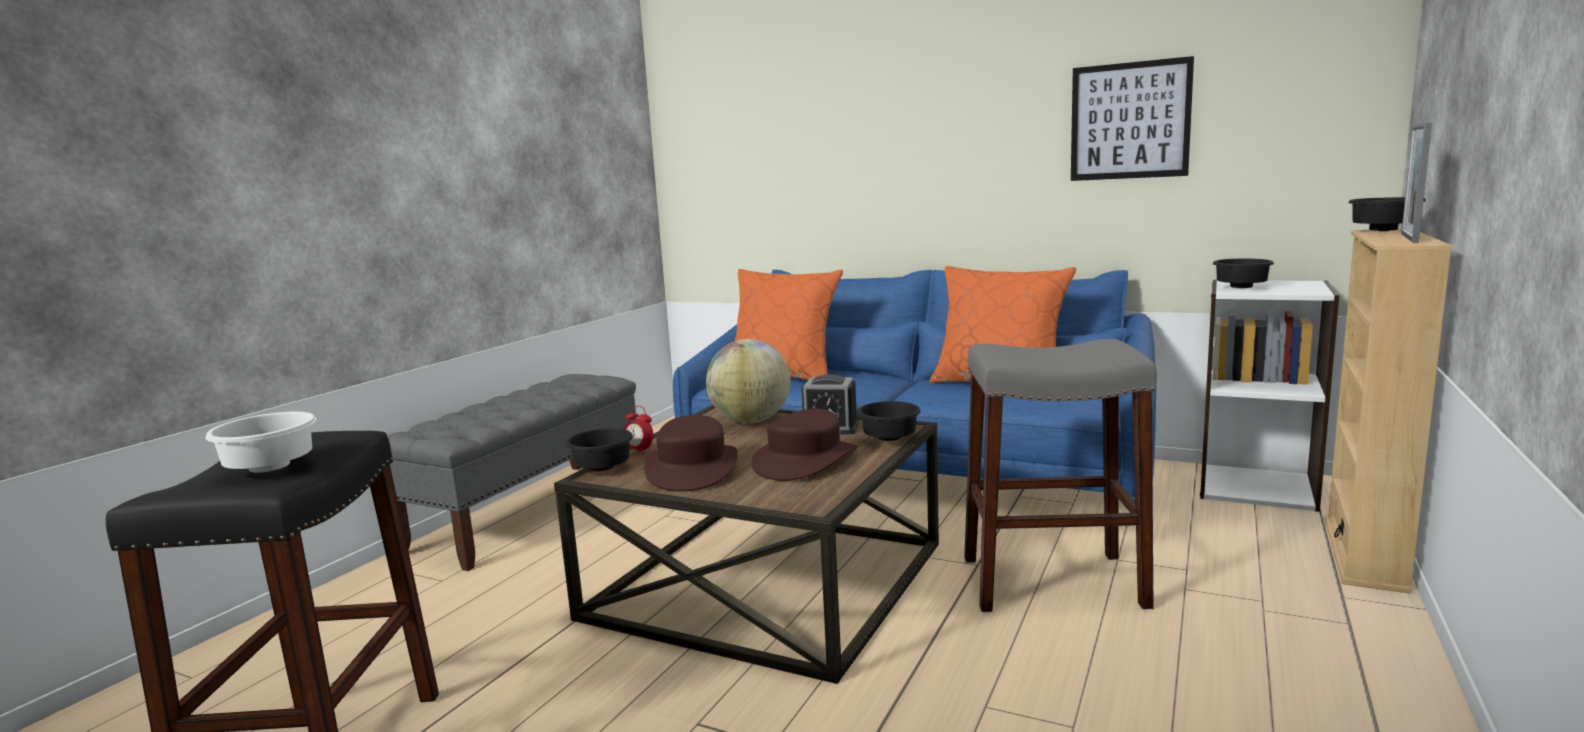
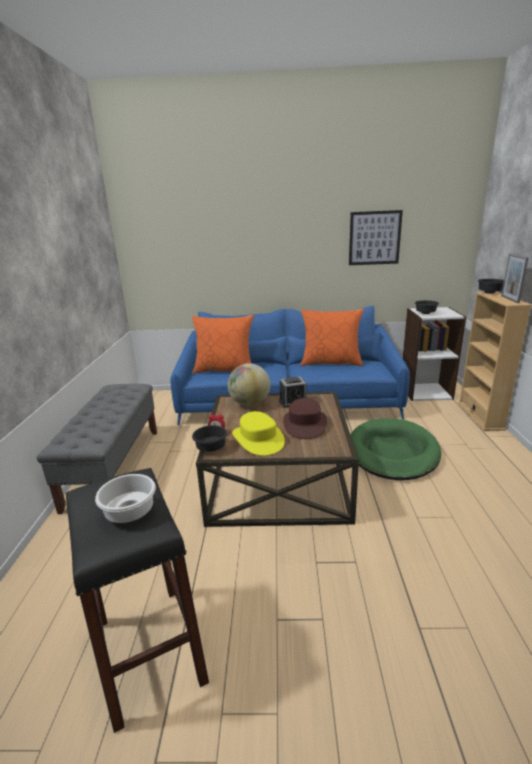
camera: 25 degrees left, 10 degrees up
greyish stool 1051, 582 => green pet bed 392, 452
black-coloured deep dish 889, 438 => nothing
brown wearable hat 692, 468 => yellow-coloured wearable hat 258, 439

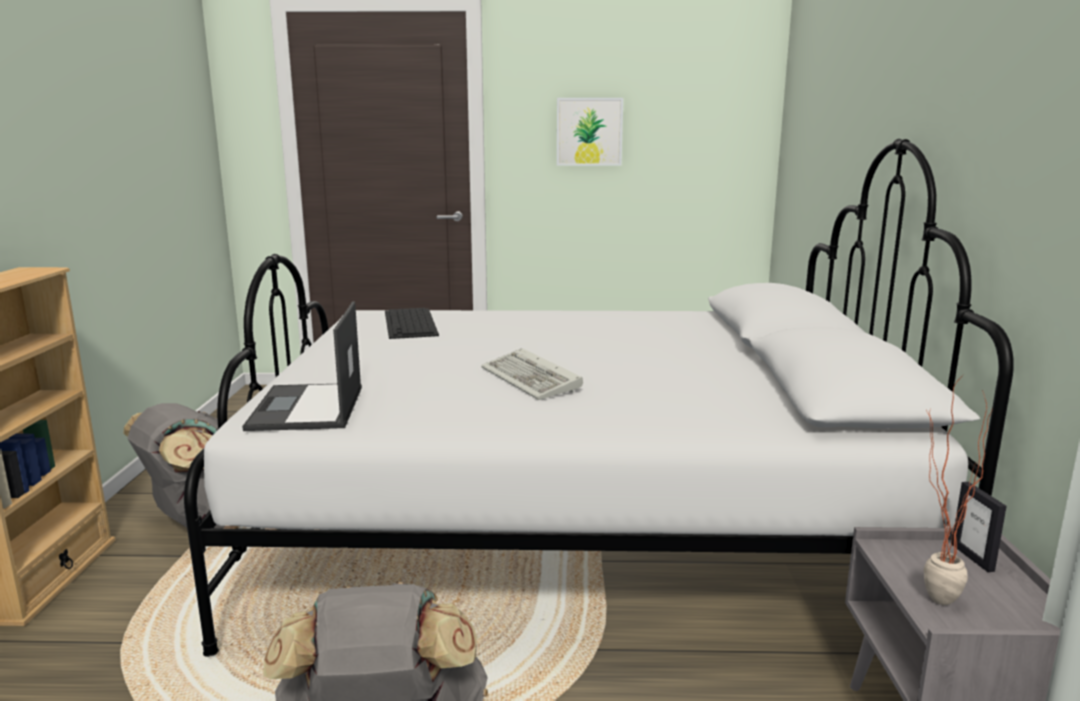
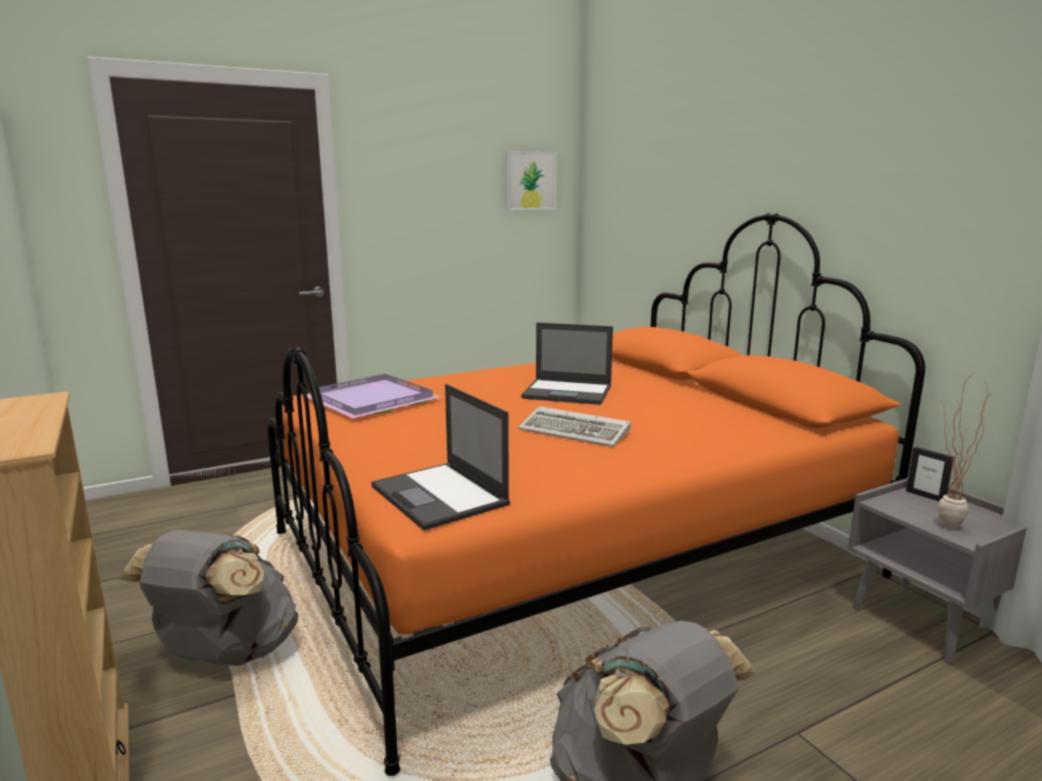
camera: 30 degrees left, 0 degrees up
wall picture 589, 132 => wall picture 530, 181, moved
white bed 573, 527 => orange-coloured bed 567, 555
PC keyboard 410, 323 => purplish tray 374, 400
nothing => notebook computer 568, 392

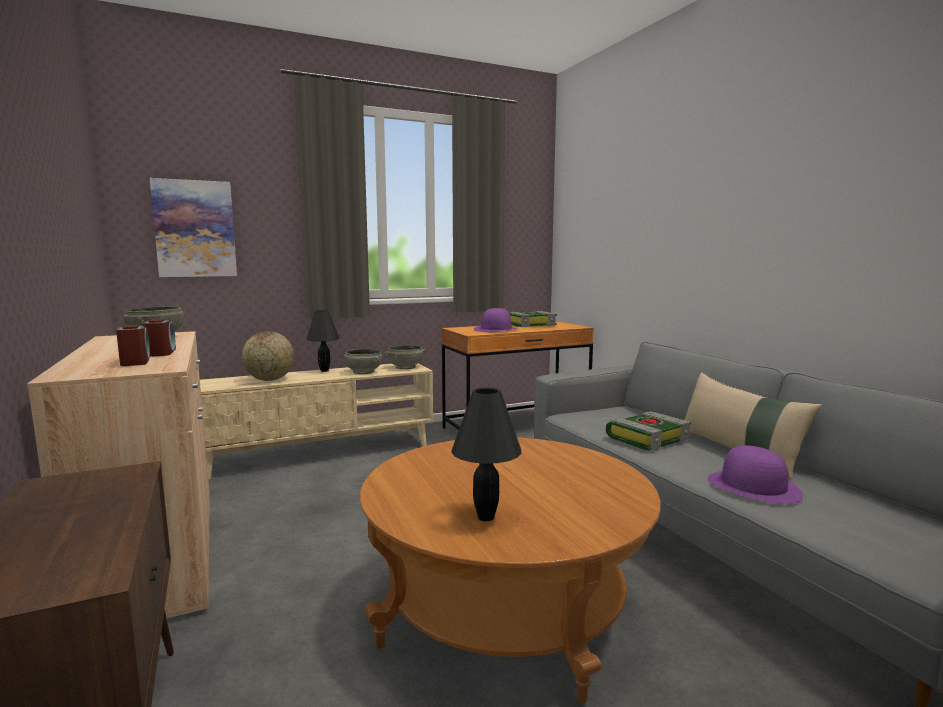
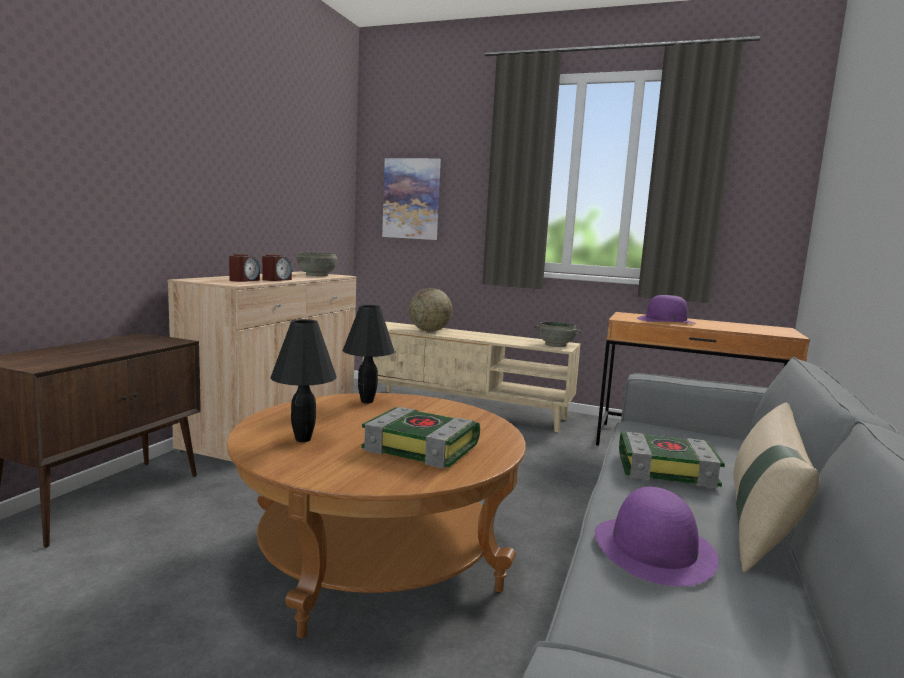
camera: 45 degrees right, 0 degrees up
black-coloured tabletop lamp 325, 371 => black-coloured tabletop lamp 367, 401, moved
volume 530, 325 => volume 423, 448, moved
greyish deep dish 363, 372 => nothing

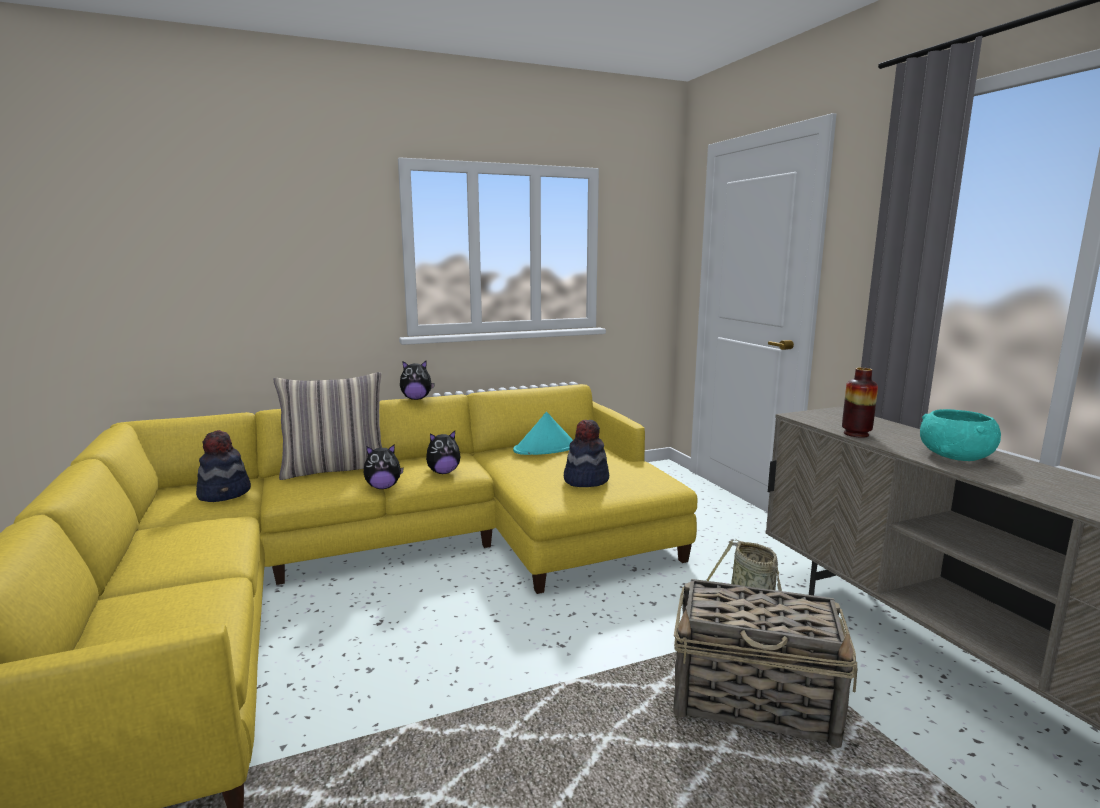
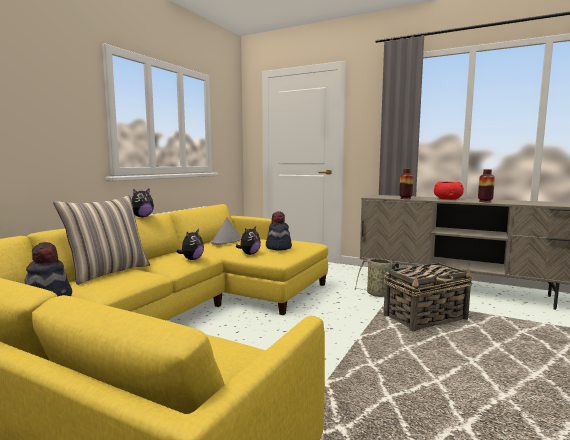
camera: 40 degrees left, 5 degrees down
turquoise deep dish 955, 456 => red deep dish 448, 199
turquoise wearable hat 545, 449 => greyish wearable hat 227, 241
plush toy 383, 487 => plush toy 249, 254, moved
nothing => flower vase 485, 201

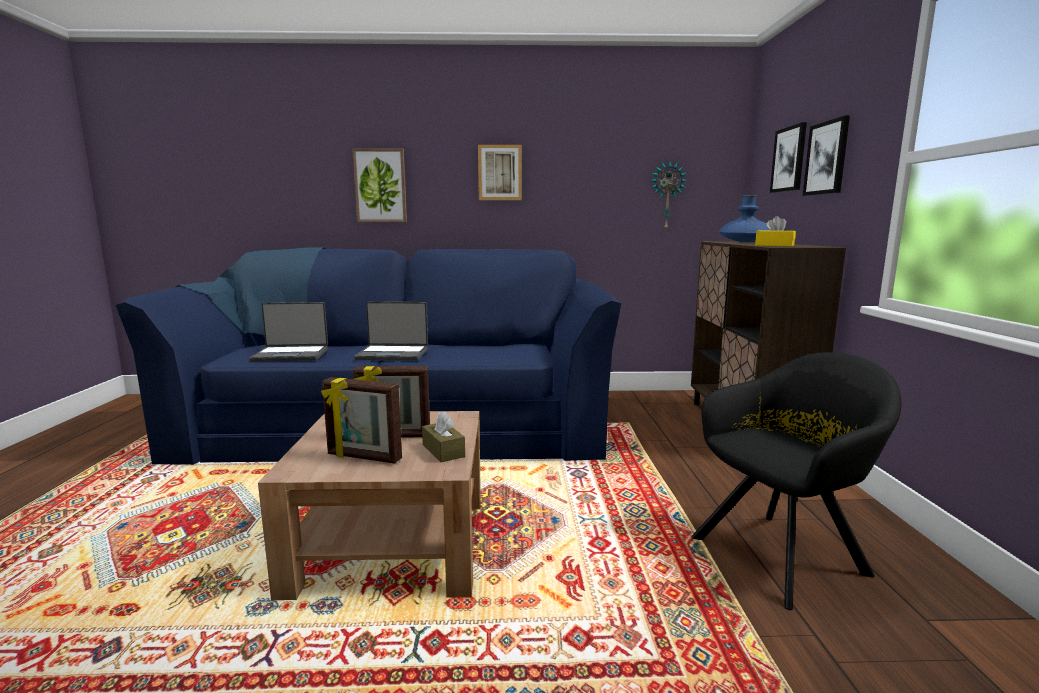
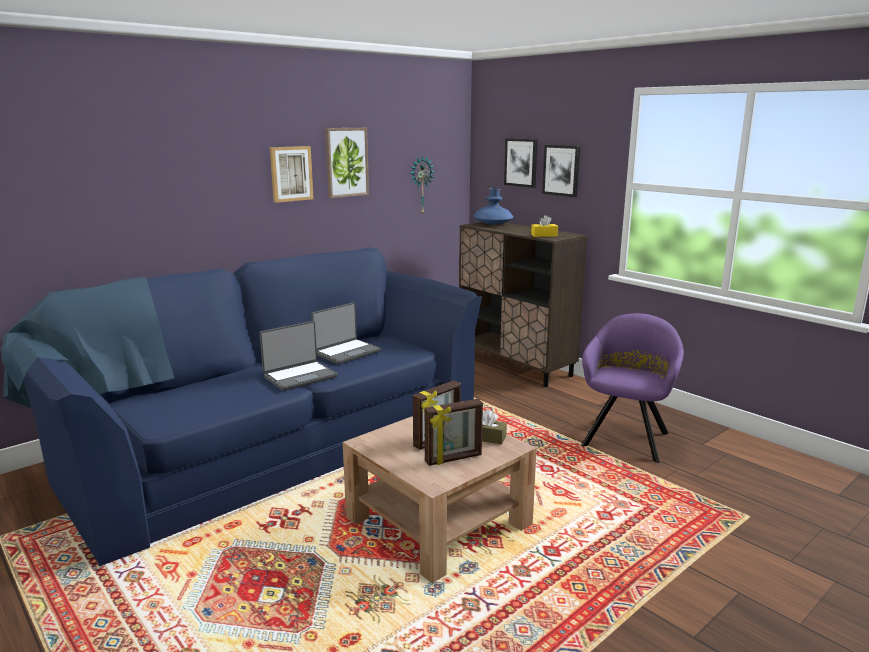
camera: 40 degrees left, 5 degrees up
wall picture 380, 185 => wall picture 346, 162, moved
notebook computer 291, 355 => notebook computer 347, 352, moved
black-coloured easy chair 785, 553 => purplish easy chair 627, 437

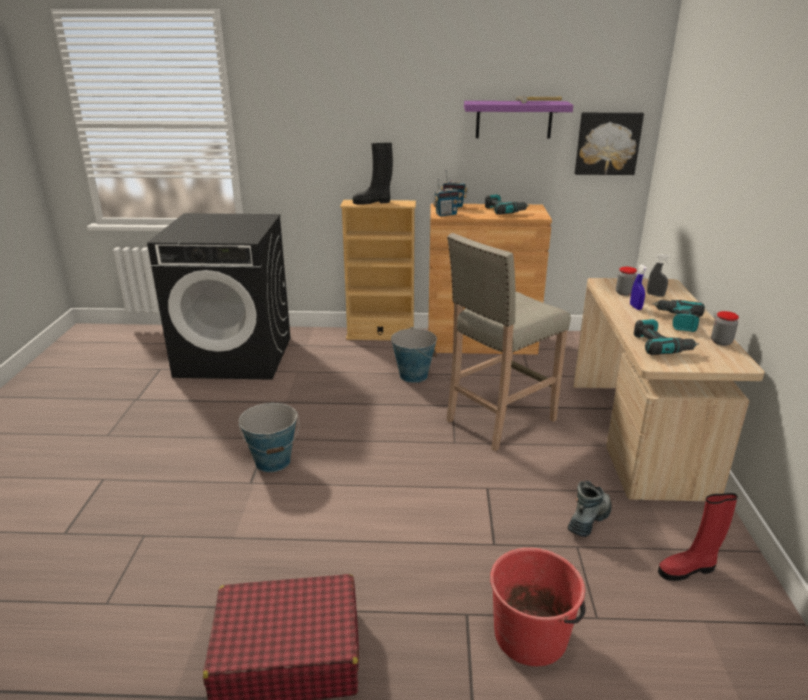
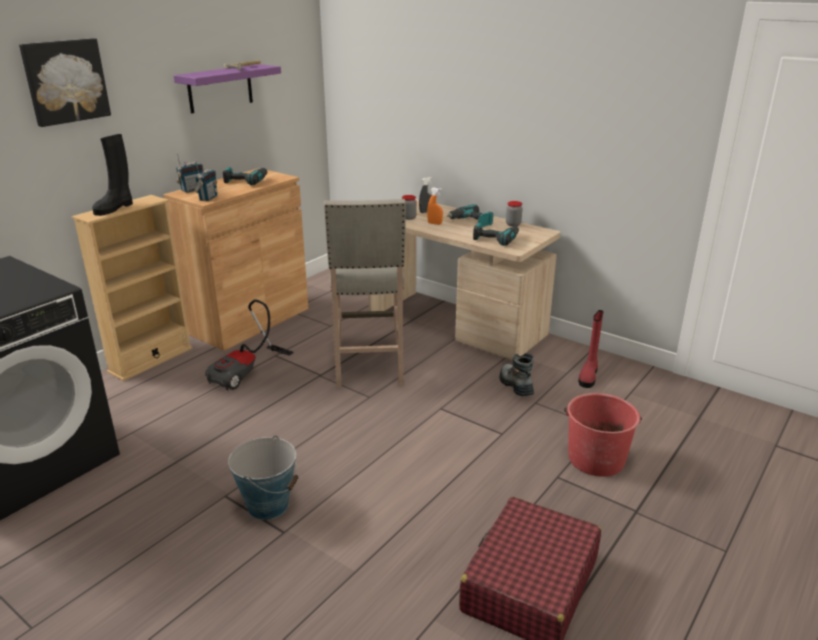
camera: 55 degrees left, 0 degrees up
wall picture 607, 143 => wall picture 65, 81, moved
bluish spray bottle 635, 307 => orange-coloured spray bottle 434, 223
water bucket 413, 375 => vacuum cleaner 247, 373

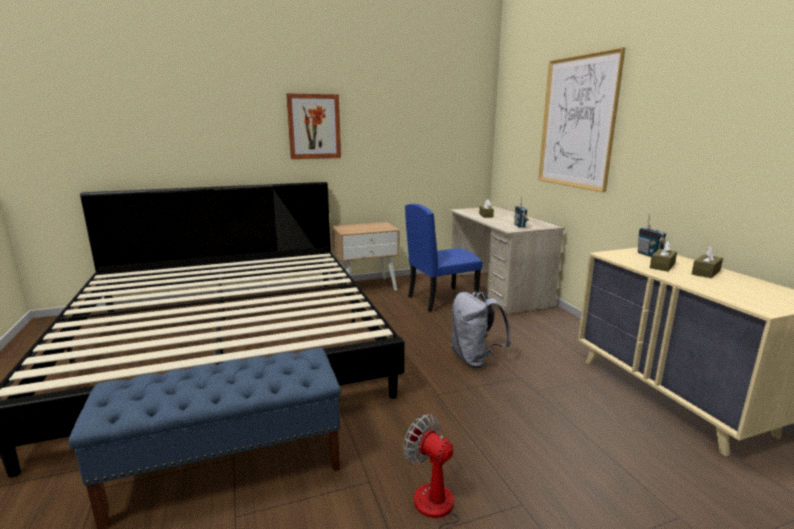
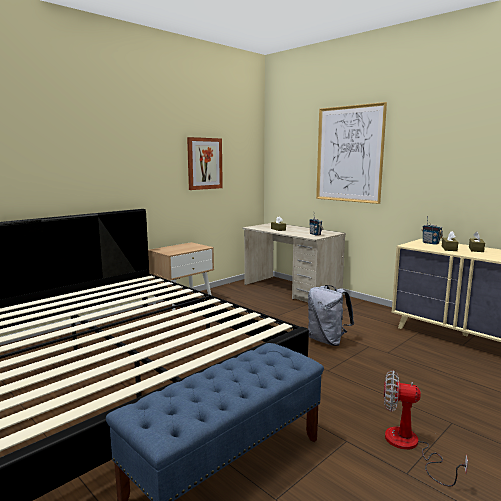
camera: 25 degrees left, 5 degrees down
wall picture 314, 126 => wall picture 204, 163, moved
bluish chair 441, 299 => nothing

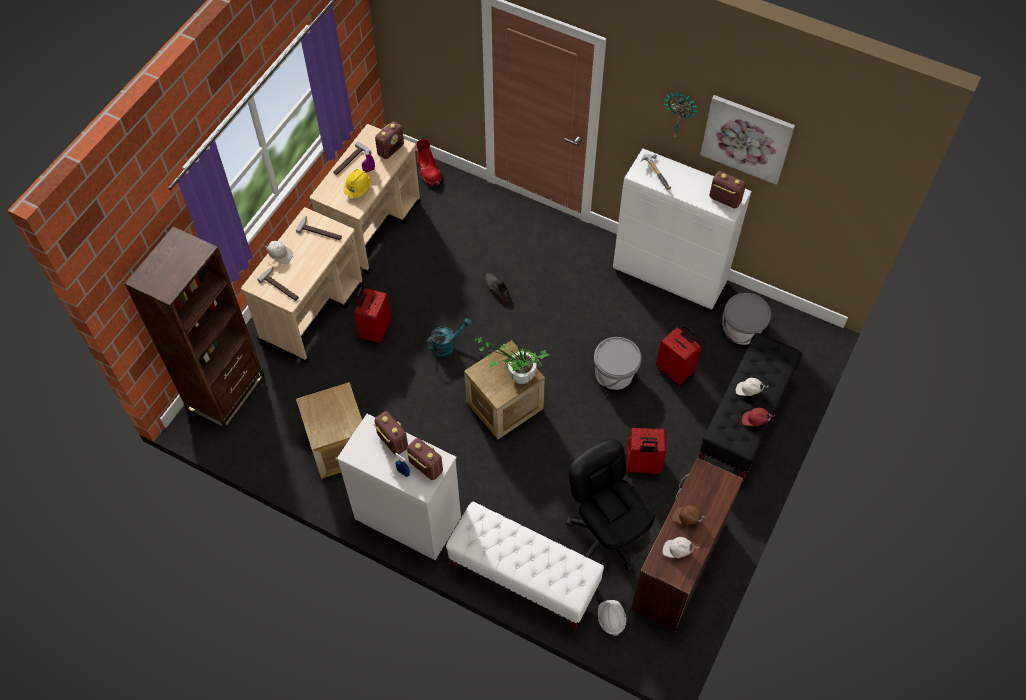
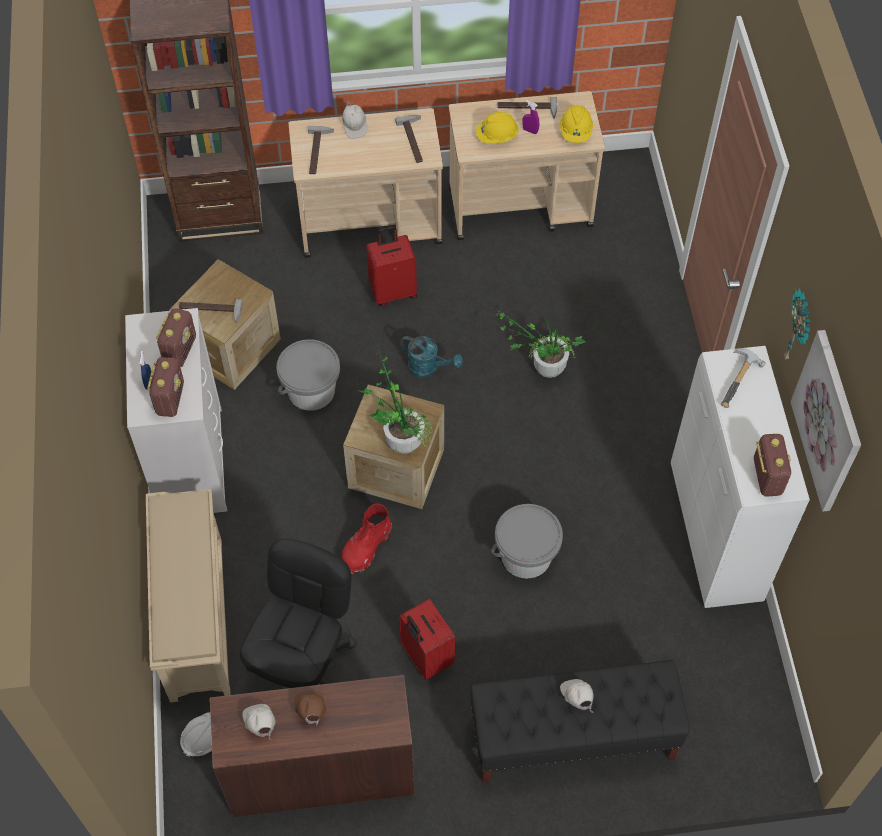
camera: 55 degrees right, 0 degrees up
radio set 391, 149 => yellow-coloured hard hat 575, 132
red tall boot 428, 171 => red tall boot 366, 547, moved
greyish low shoe 496, 288 => houseplant 542, 368
greyish water bucket 742, 330 => greyish water bucket 311, 390, moved
red suitcase 675, 371 => nothing
red peaked cap 755, 421 => nothing
white indoor bench 523, 578 => beige-coloured shoe rack 195, 617
nothing => hand hammer 210, 311

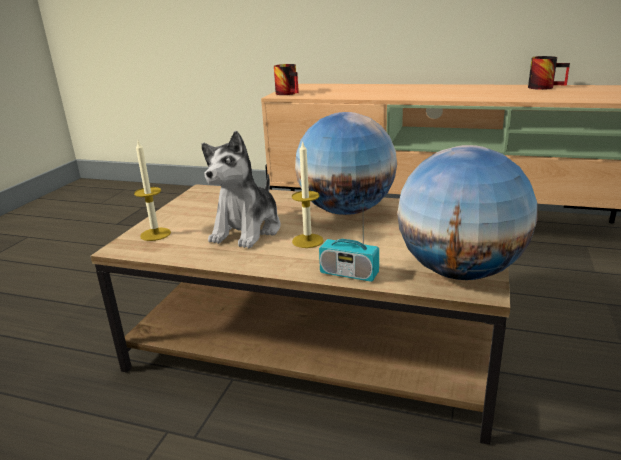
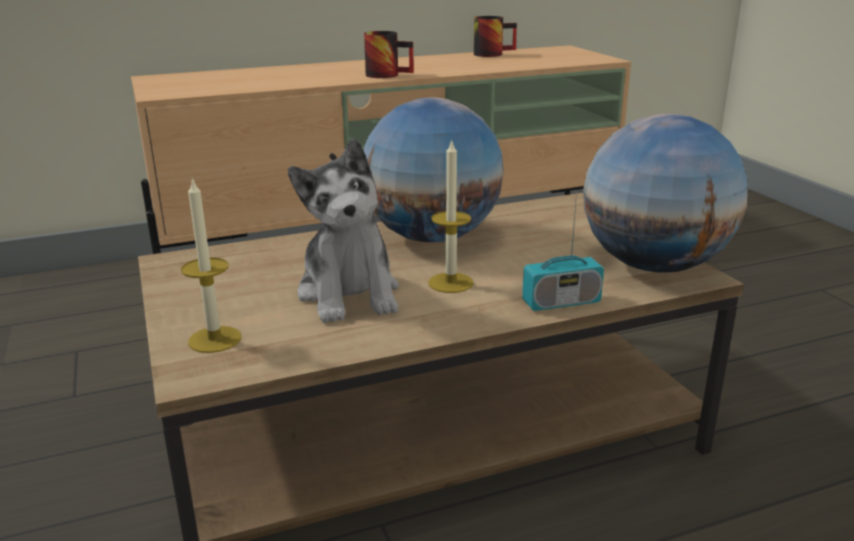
camera: 40 degrees left, 0 degrees up
mug 290, 93 => mug 389, 74, moved

